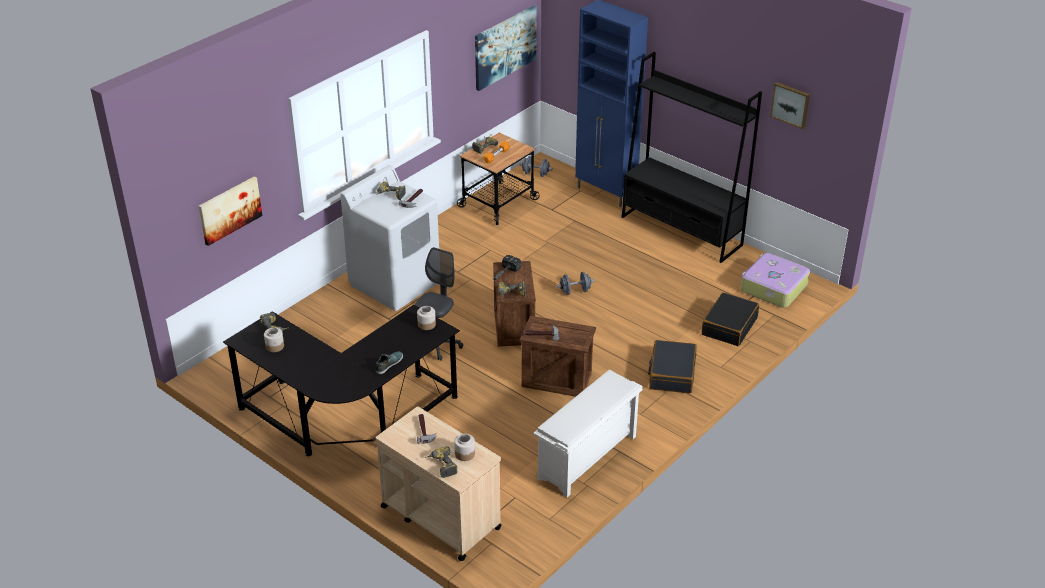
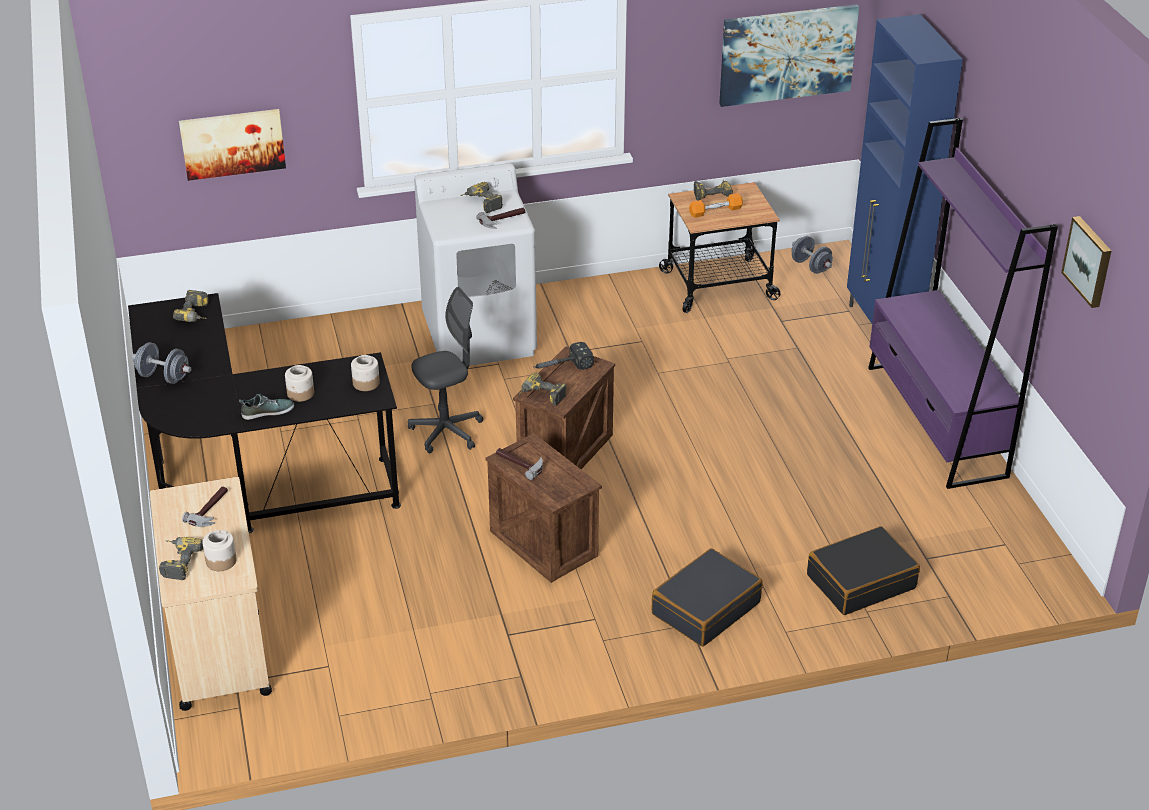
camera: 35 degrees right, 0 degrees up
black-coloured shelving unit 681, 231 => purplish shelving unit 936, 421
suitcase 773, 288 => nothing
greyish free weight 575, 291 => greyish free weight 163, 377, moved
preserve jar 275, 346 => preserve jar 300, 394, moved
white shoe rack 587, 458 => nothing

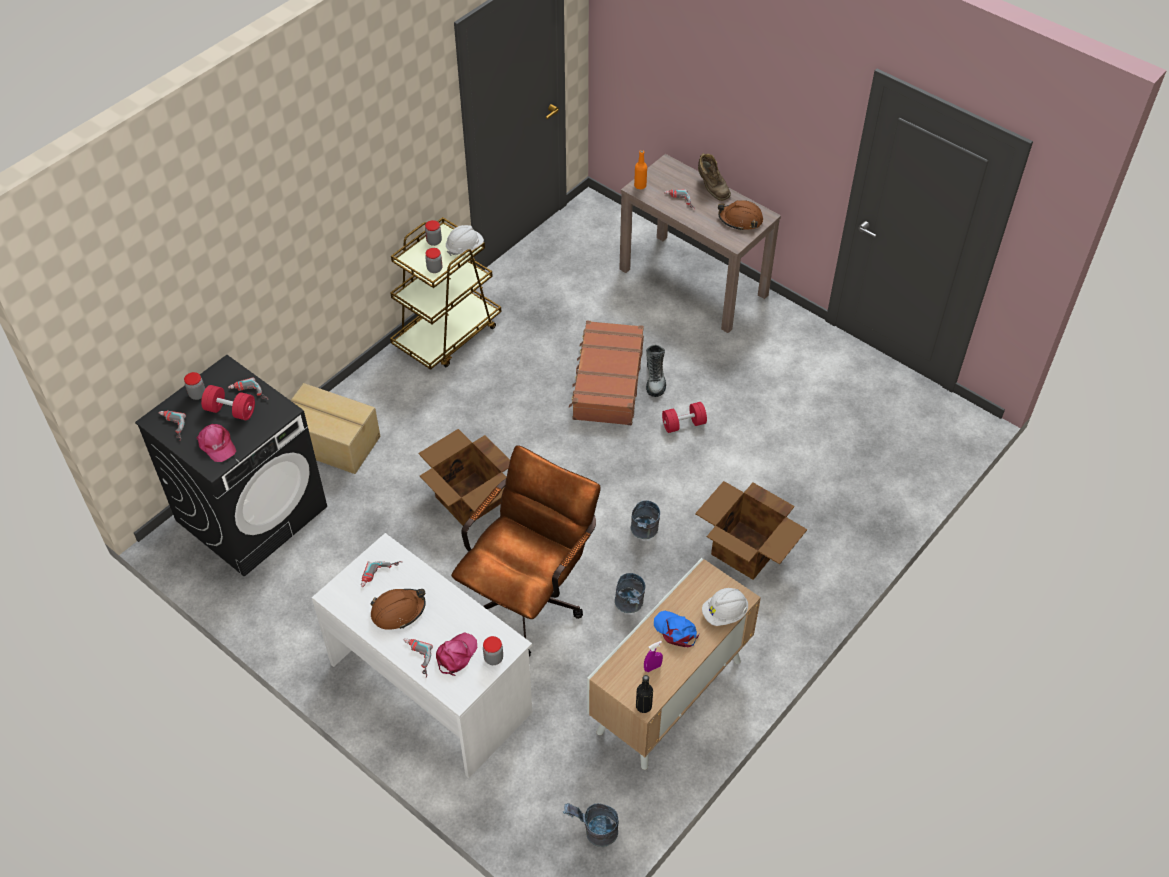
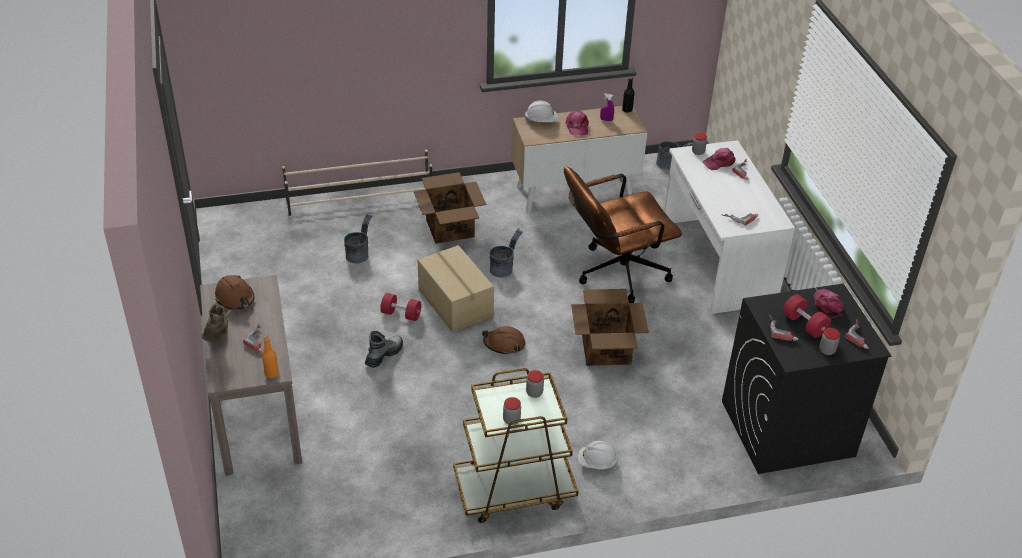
camera: 145 degrees left, 10 degrees down
white hard hat 464, 248 => white hard hat 596, 463, moved
brown suitcase 607, 382 => nothing
packing box 332, 441 => packing box 454, 303, moved
greyish water bucket 630, 606 => greyish water bucket 359, 254, moved
brown hard hat 398, 611 => brown hard hat 504, 344, moved
bluish peaked cap 676, 631 => pinkish peaked cap 577, 126
nothing => beige-coloured shoe rack 360, 200

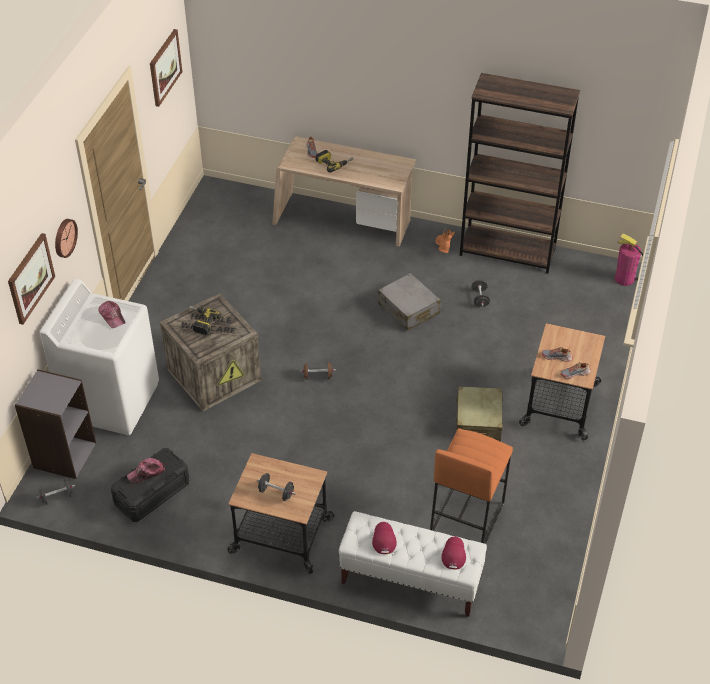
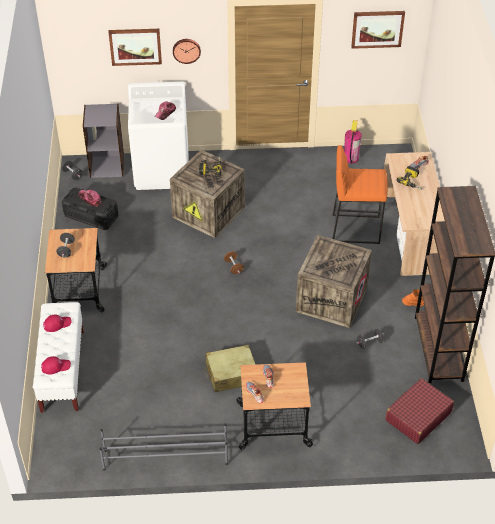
camera: 70 degrees right, 0 degrees up
fire extinguisher 624, 279 => fire extinguisher 351, 158, moved
greyish suitcase 408, 309 => packing crate 332, 301
orange-coloured stool 466, 518 => orange-coloured stool 356, 228, moved
nothing => red suitcase 418, 416
nothing => greyish shoe rack 165, 457

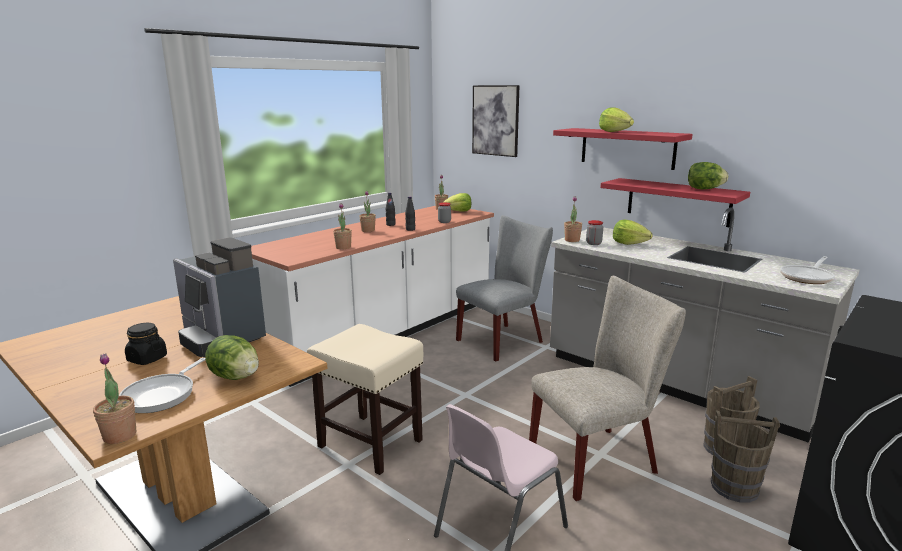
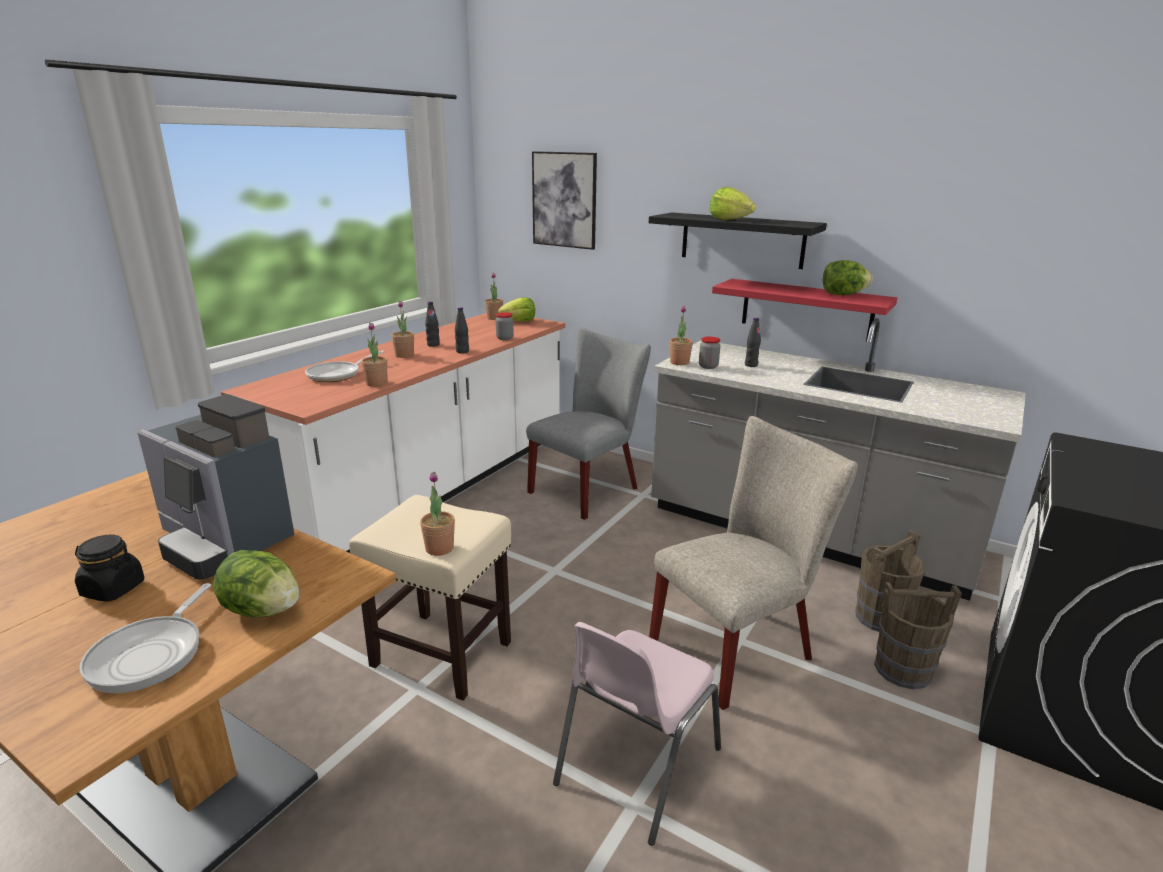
camera: 10 degrees left, 5 degrees up
red shelf 627, 148 => black-coloured shelf 742, 240
lettuce head 629, 243 => black-coloured bottle 751, 365
frying pan 807, 277 => frying pan 338, 375, moved
houseplant 120, 436 => houseplant 439, 548, moved

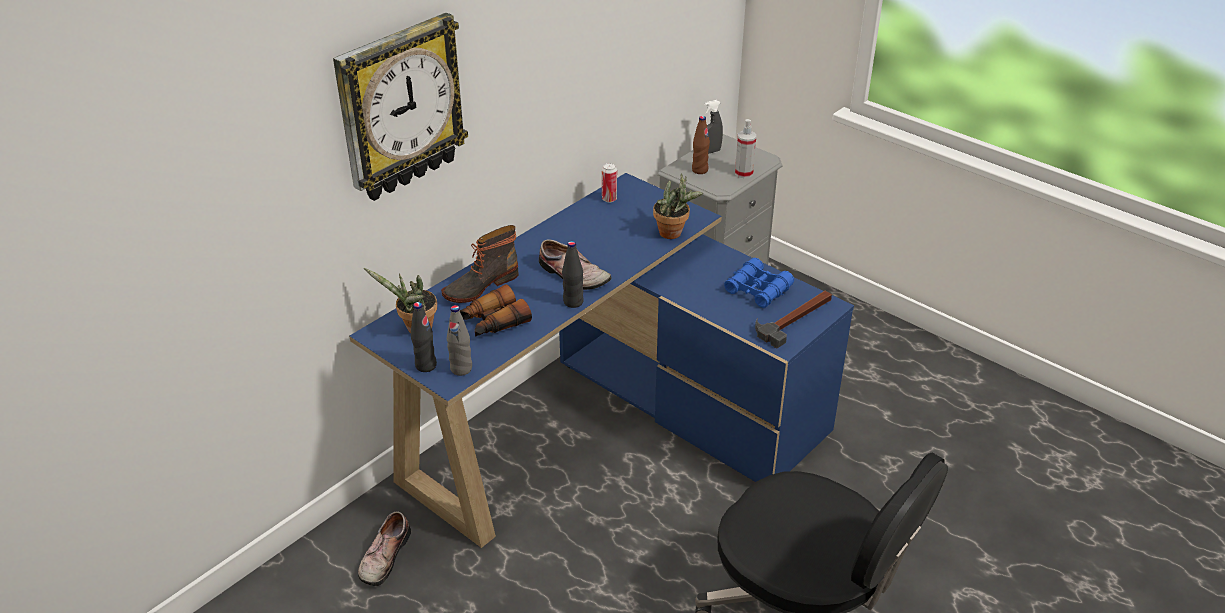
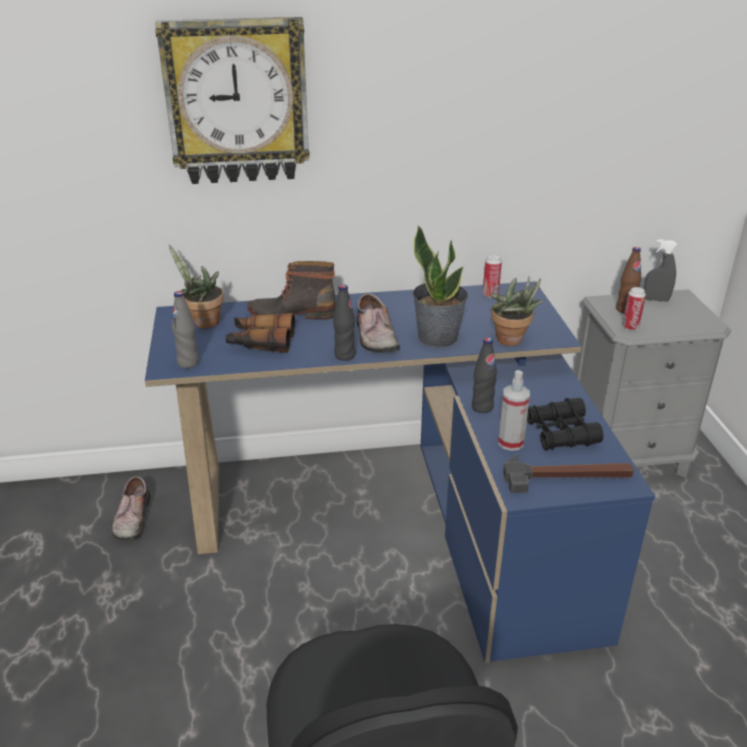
camera: 40 degrees right, 5 degrees down
spray bottle 743, 173 => spray bottle 510, 442, moved
bluish pair of binoculars 758, 290 => black-coloured pair of binoculars 561, 432
black-coloured bottle 426, 365 => black-coloured bottle 482, 407, moved
low shoe 383, 556 => low shoe 131, 518, 60 degrees counterclockwise
nothing => houseplant 437, 337
nothing => metal can 630, 327

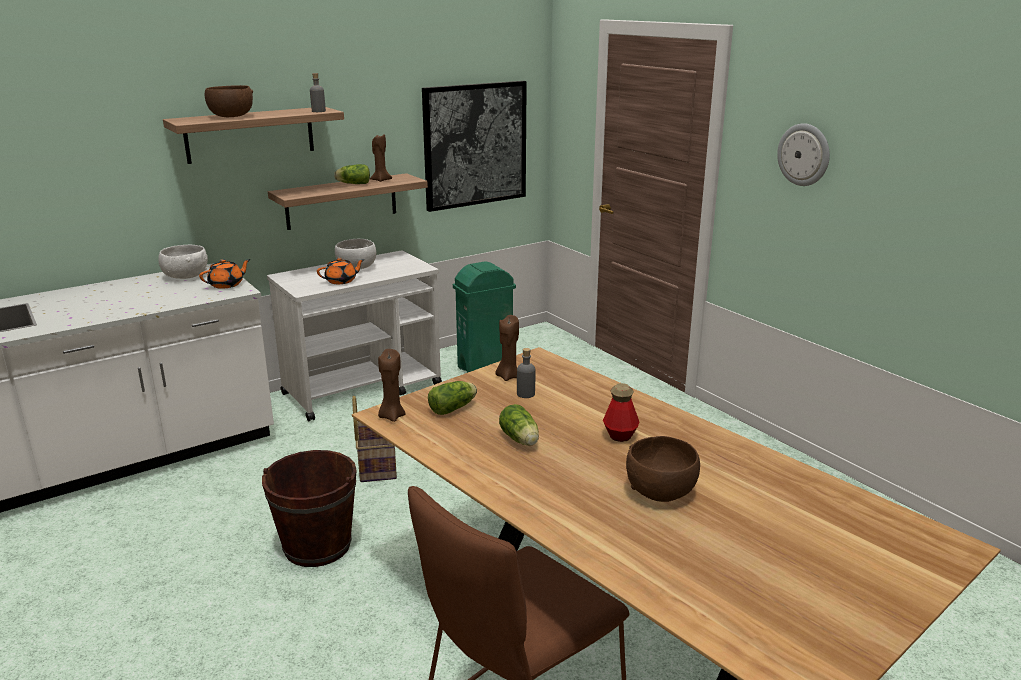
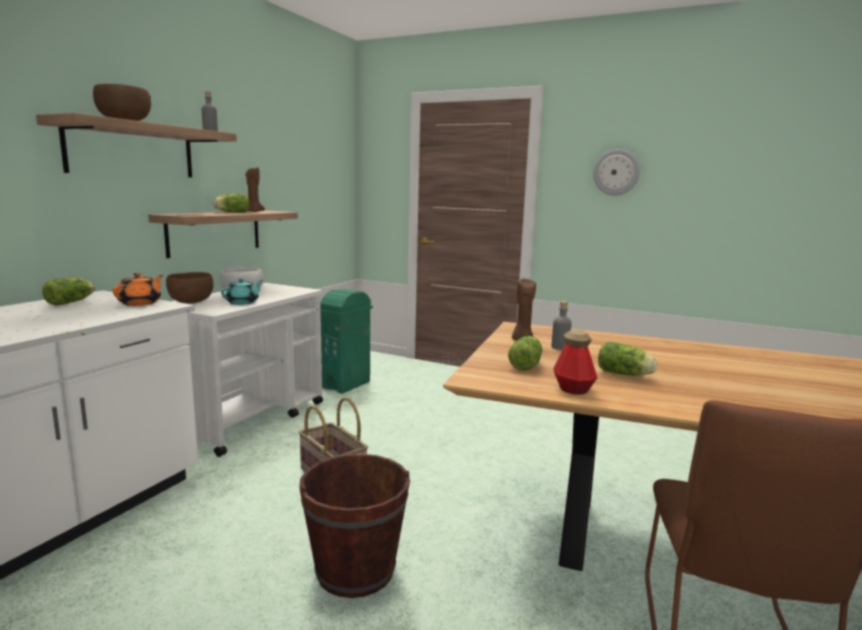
camera: 30 degrees left, 10 degrees down
wall picture 475, 145 => nothing
white deep dish 185, 276 => lettuce head 72, 302
orange-coloured pot for tea 341, 281 => turquoise pot for tea 243, 302
brown wax candle 391, 416 => nothing
bottle 620, 435 => bottle 573, 389, moved
brown deep dish 661, 491 => brown deep dish 191, 301, moved

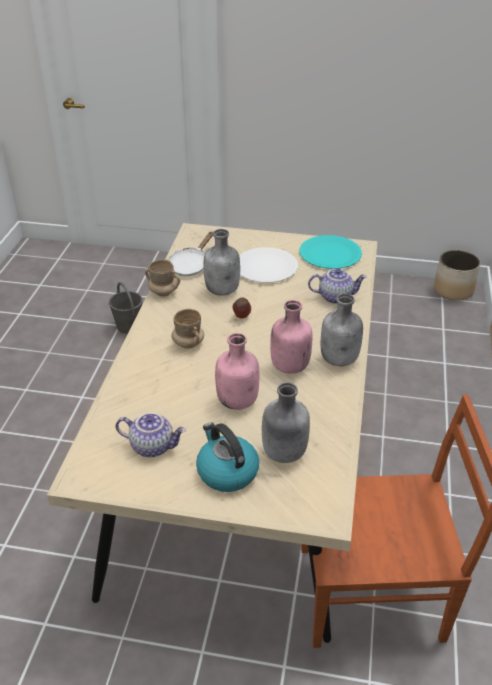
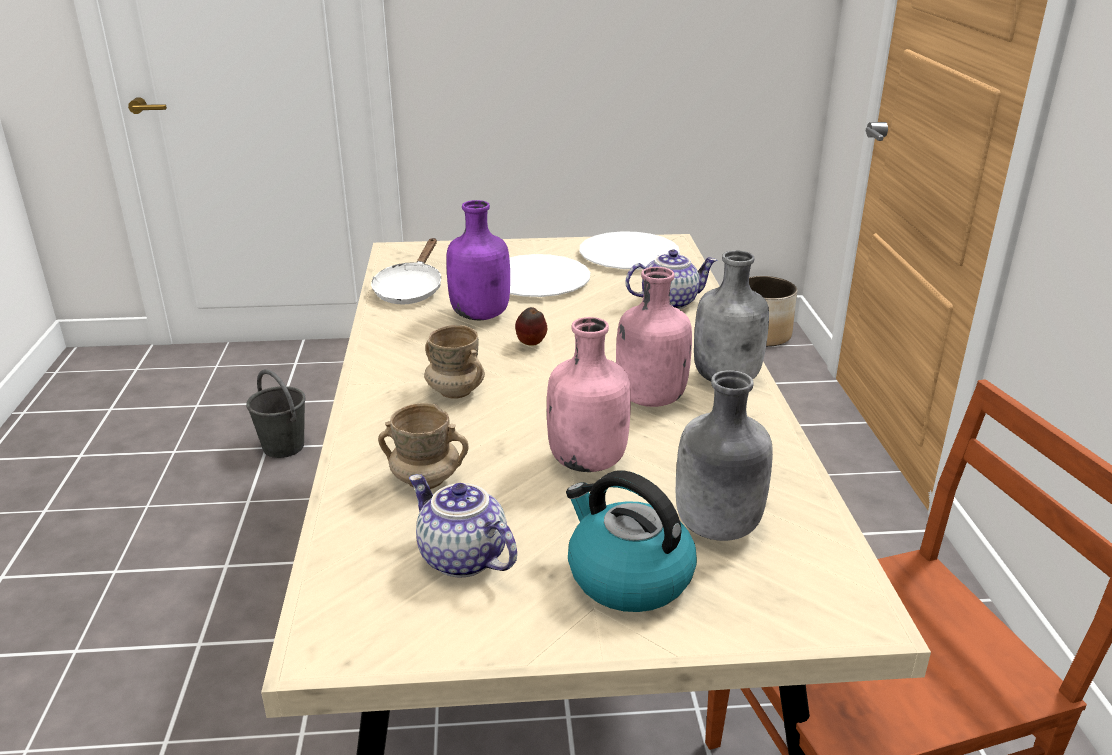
camera: 15 degrees left, 10 degrees down
greyish bottle 223, 290 => purplish bottle 481, 315
turquoise flat dish 330, 254 => white flat dish 629, 254
beige-coloured mug 163, 292 => beige-coloured mug 426, 479, moved
pot for tea 153, 446 => pot for tea 460, 558, 135 degrees counterclockwise

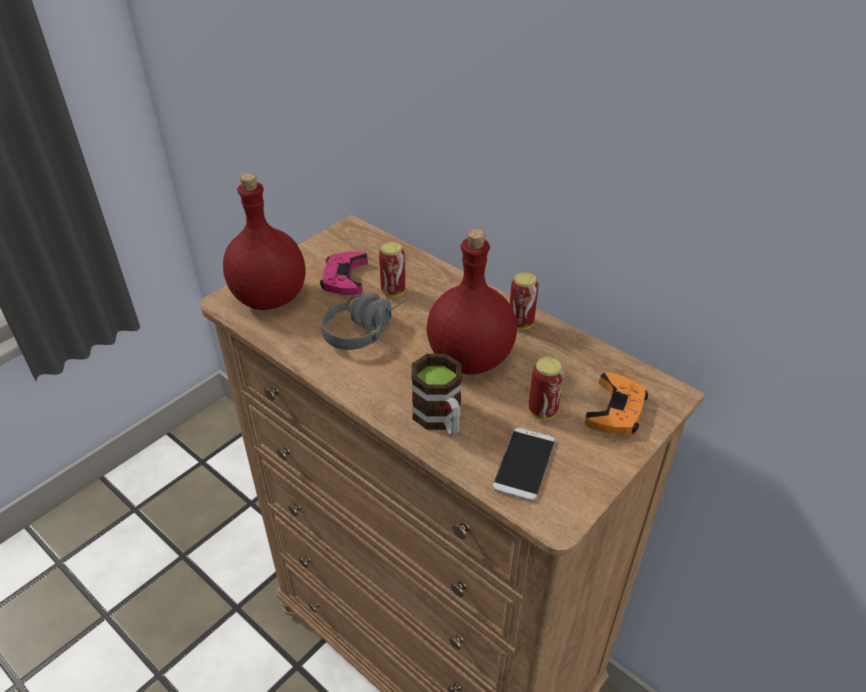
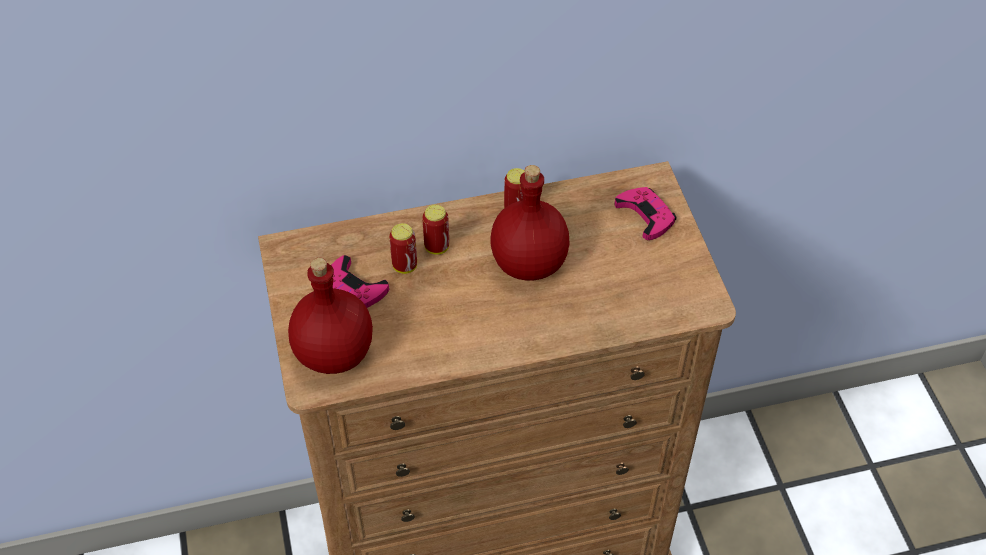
camera: 55 degrees left, 10 degrees up
greyish headphones 365, 328 => nothing
mug 441, 419 => nothing
metal can 542, 411 => metal can 437, 247, moved
orange-coloured joypad 616, 410 => pinkish joypad 646, 215
handset 524, 464 => nothing

